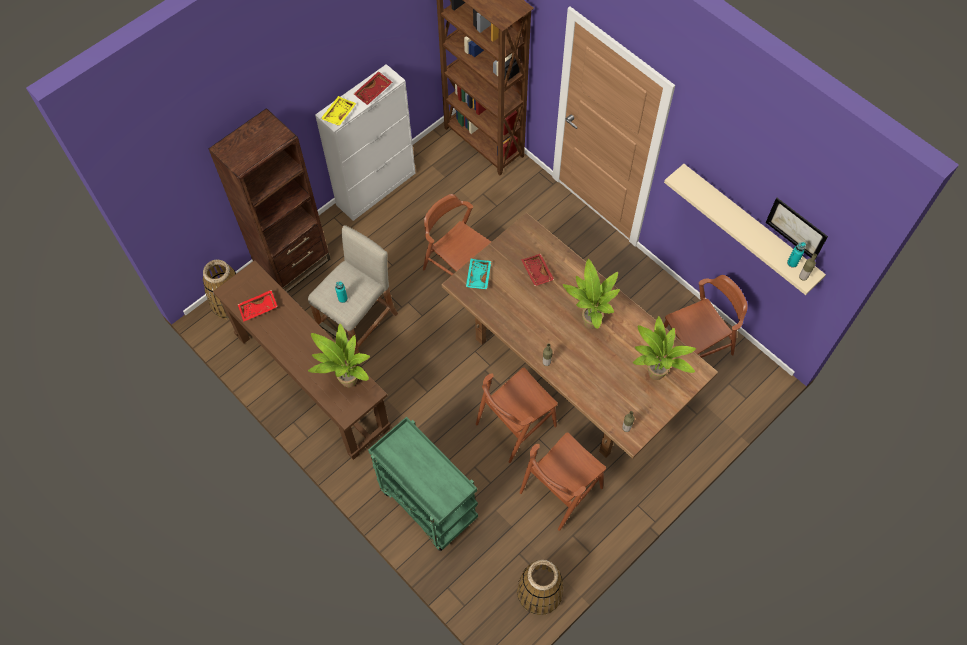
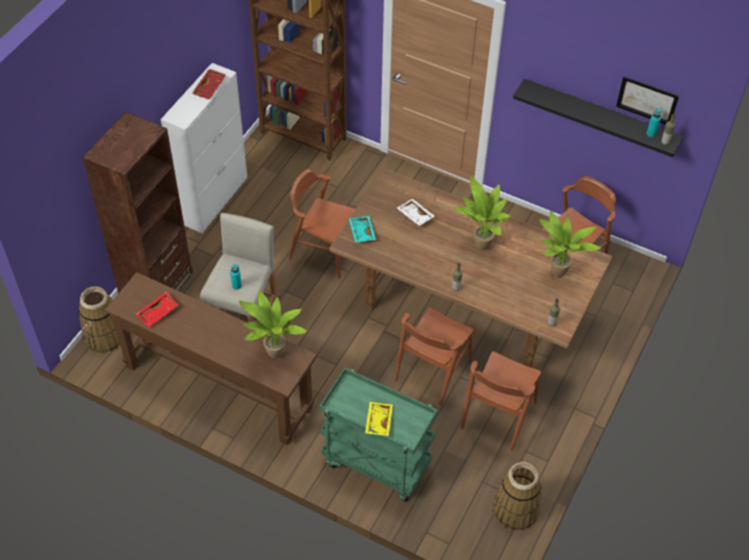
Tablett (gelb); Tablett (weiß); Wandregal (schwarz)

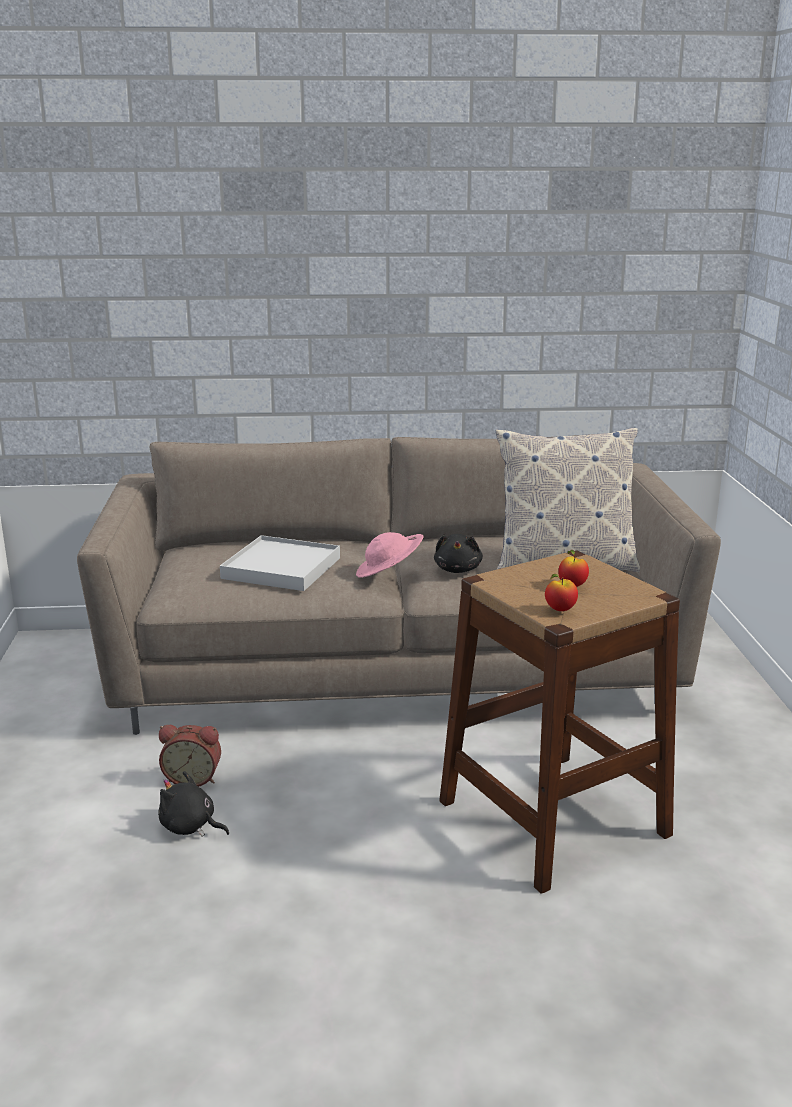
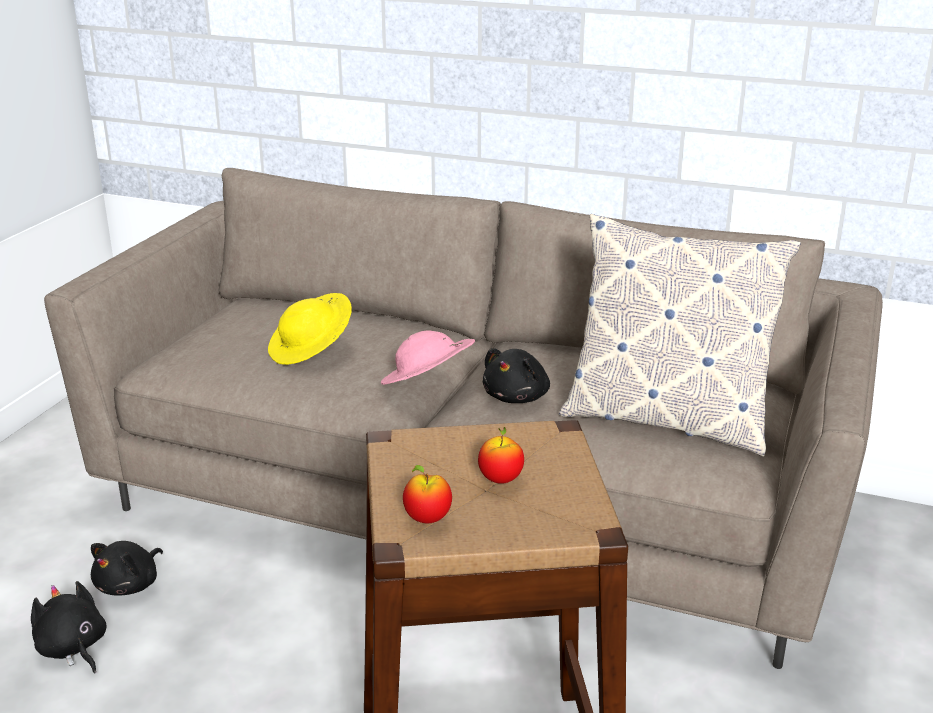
Plüschtier (schwarz) (2nd from left); Hut (gelb)

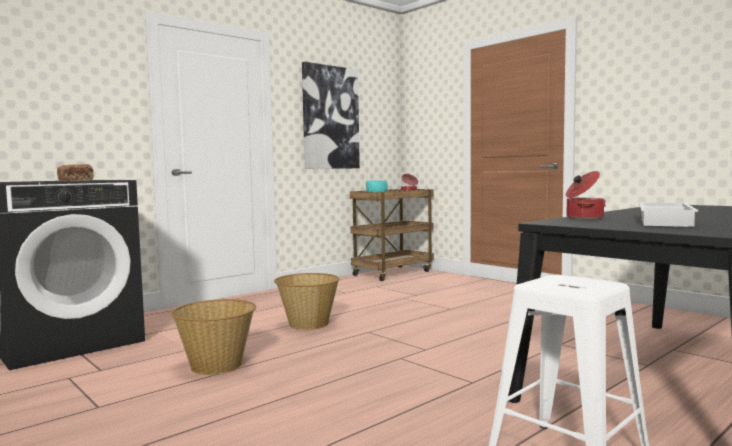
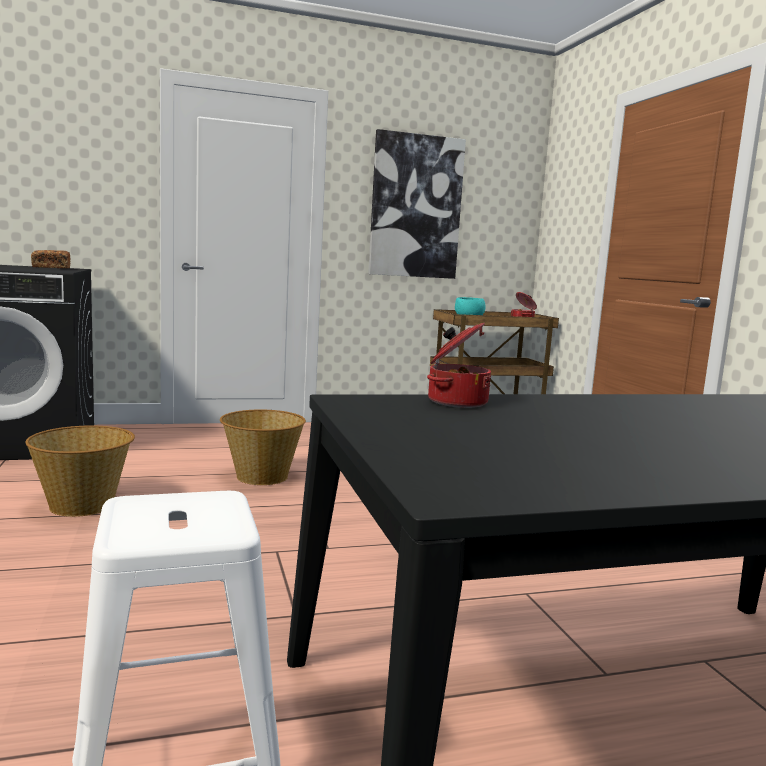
Tablett (weiß)

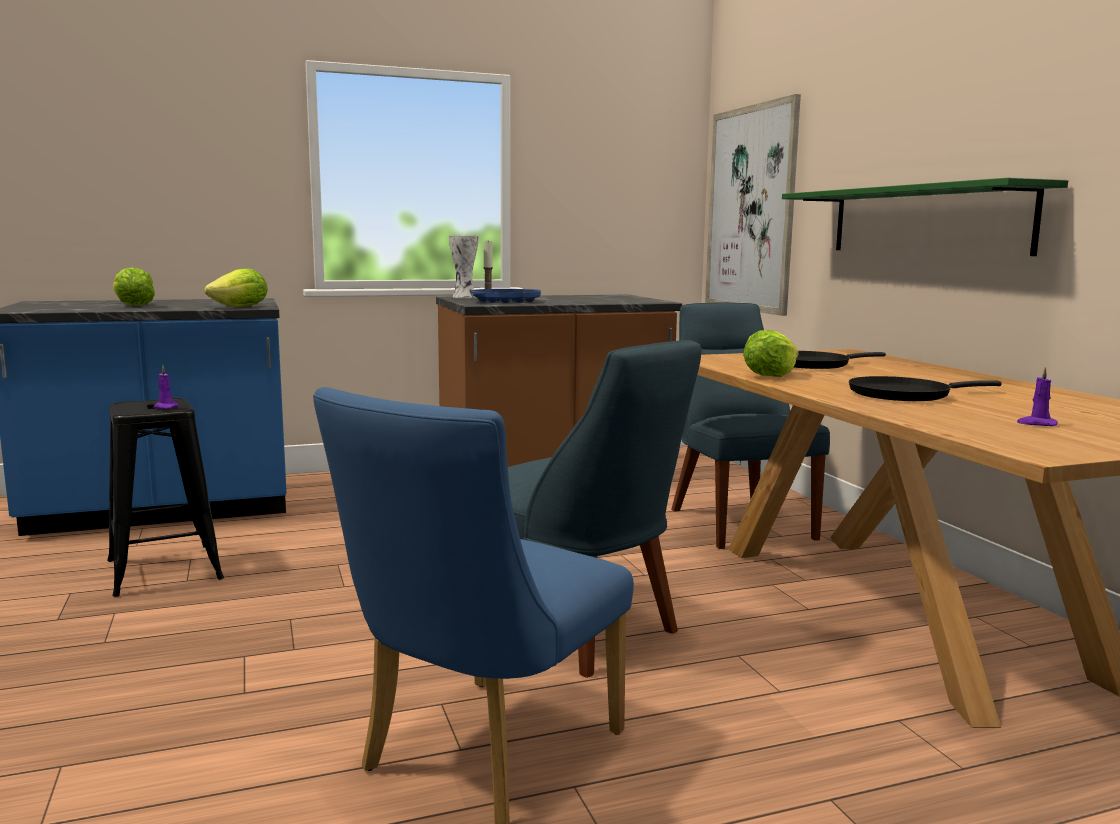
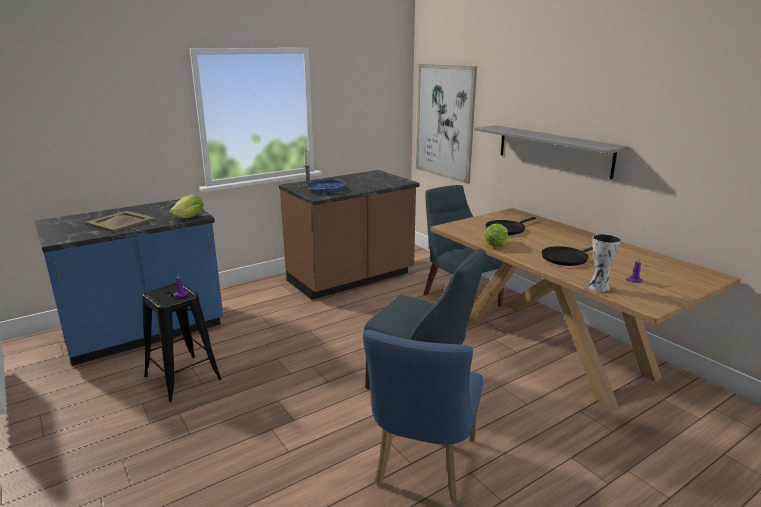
Vase; Tablett (beige); Wandregal (grau)

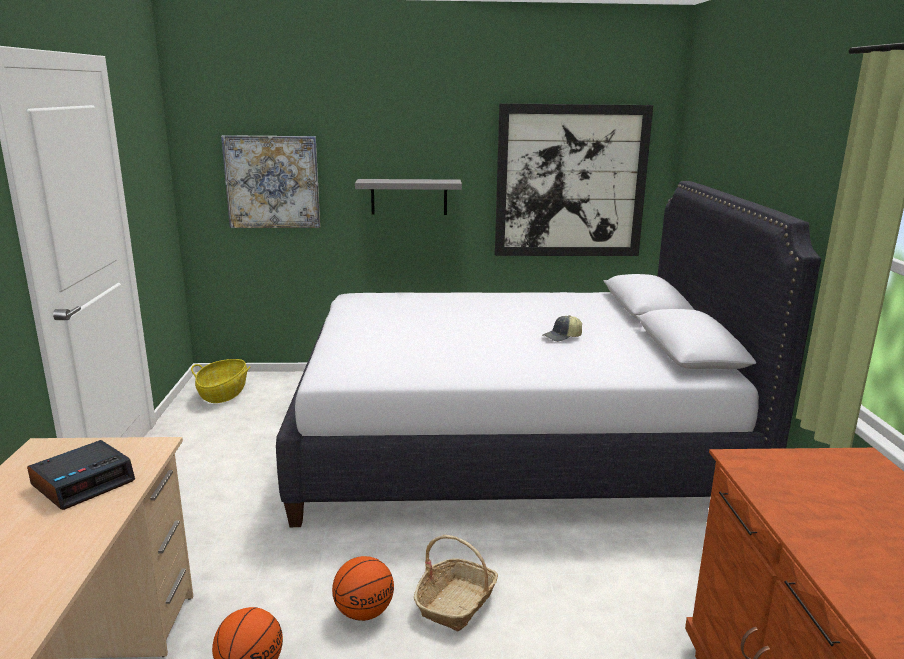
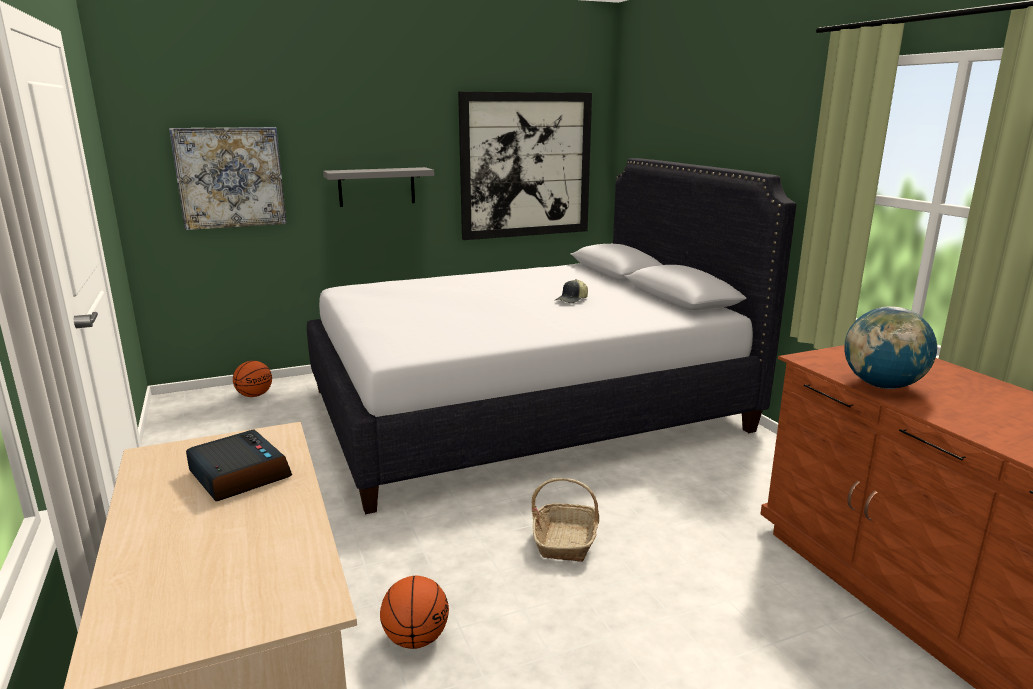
Korb (1st from left in the first image); Globus; Basketball (1st from left); Wecker

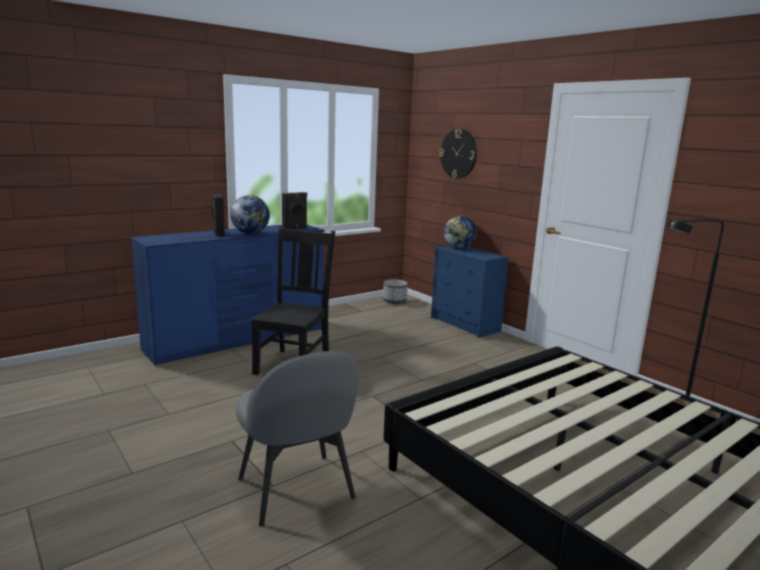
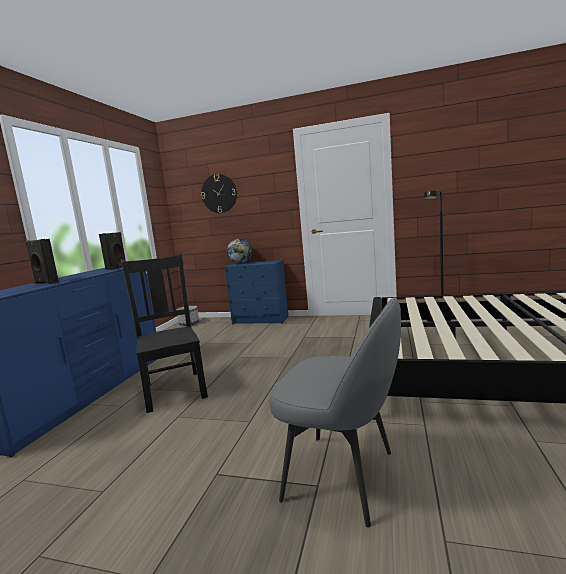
Globus (1st from left in the first image)

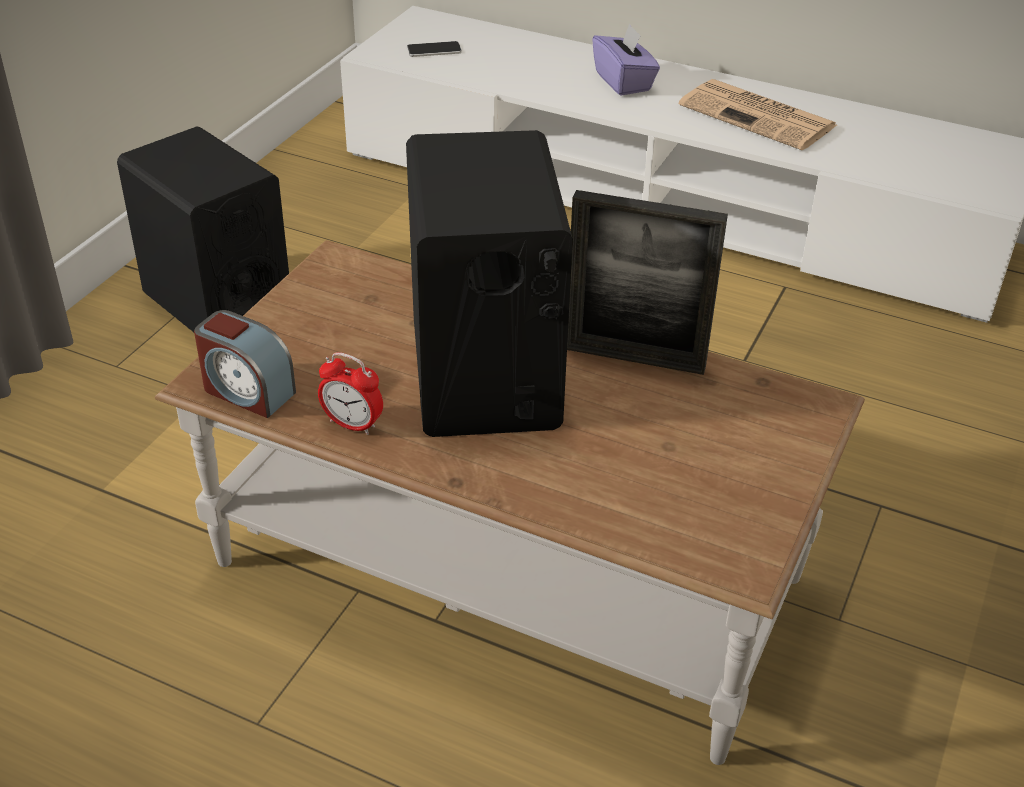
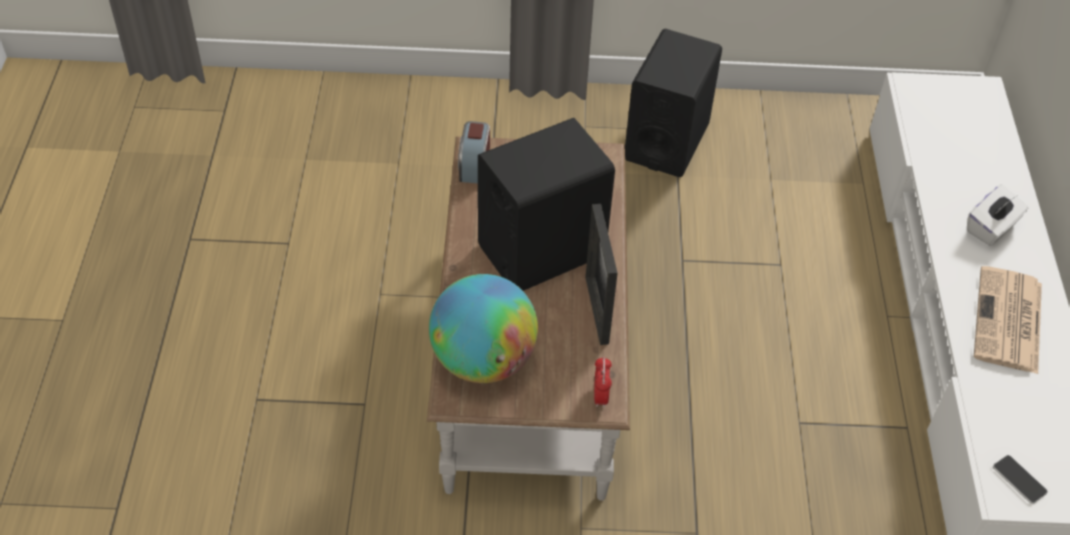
Globus; Wecker (2nd from left); Handy; Taschentuchbox (weiß)

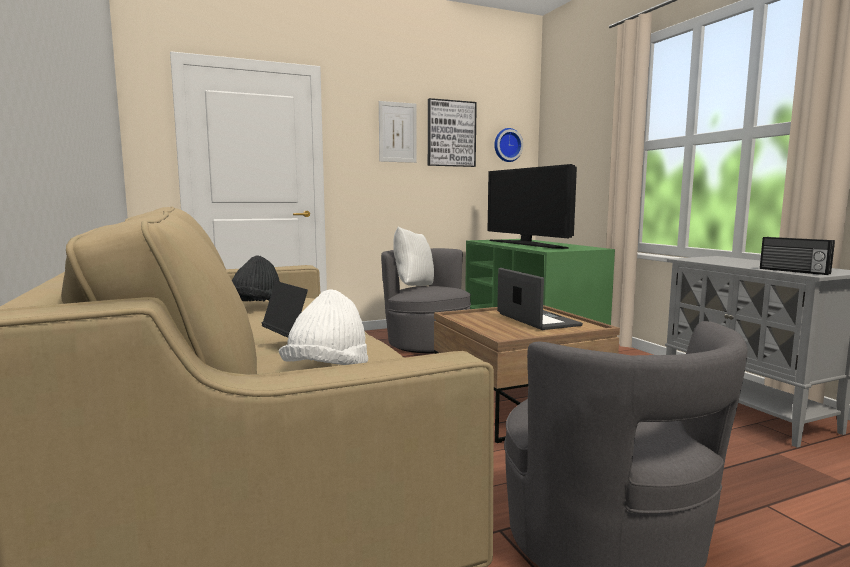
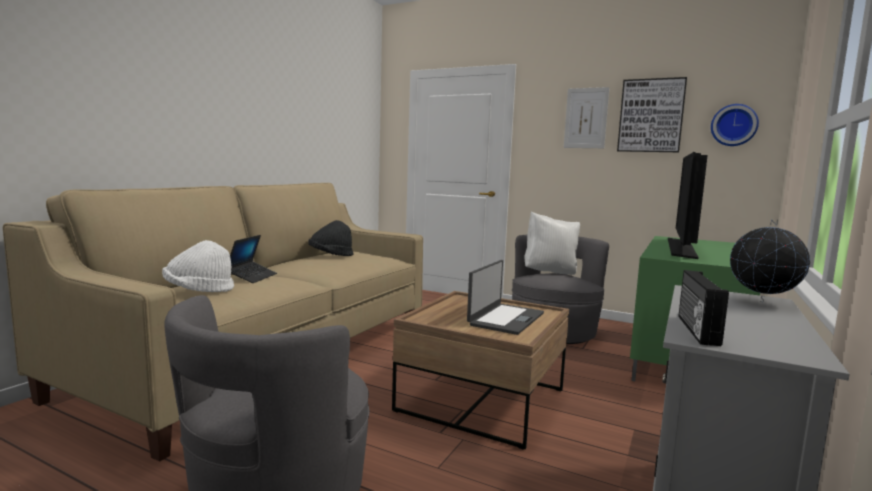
Globus

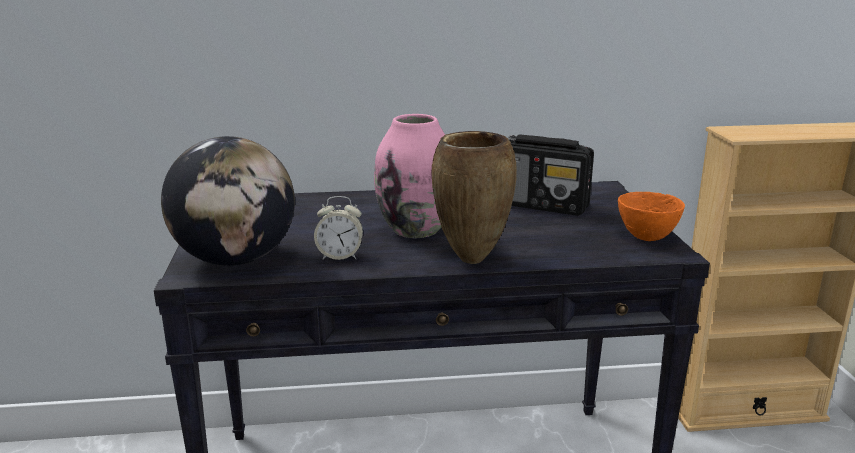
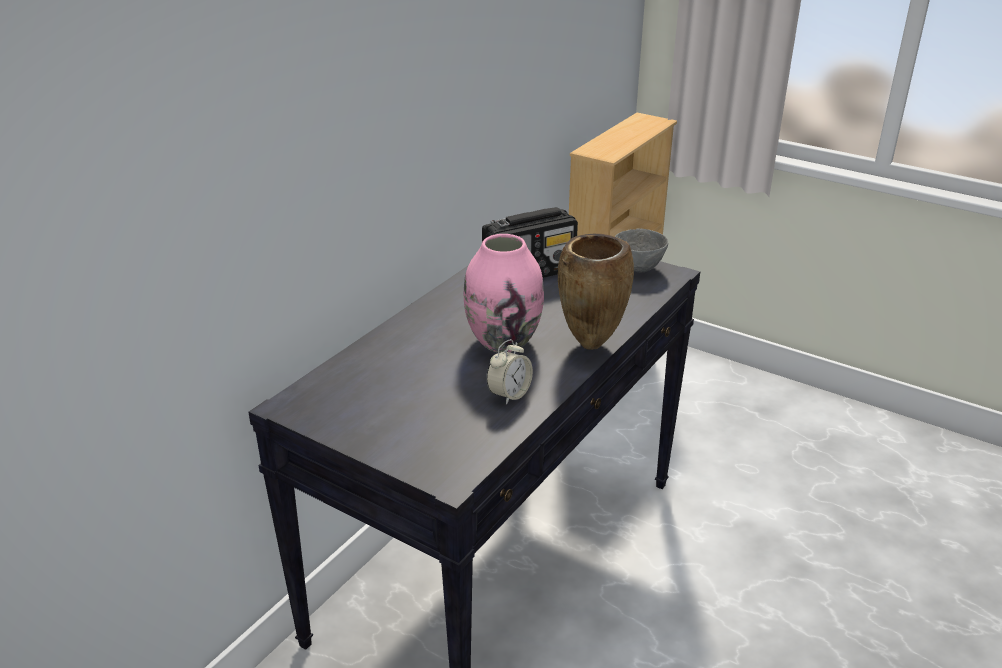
Globus; Schüssel (grau)

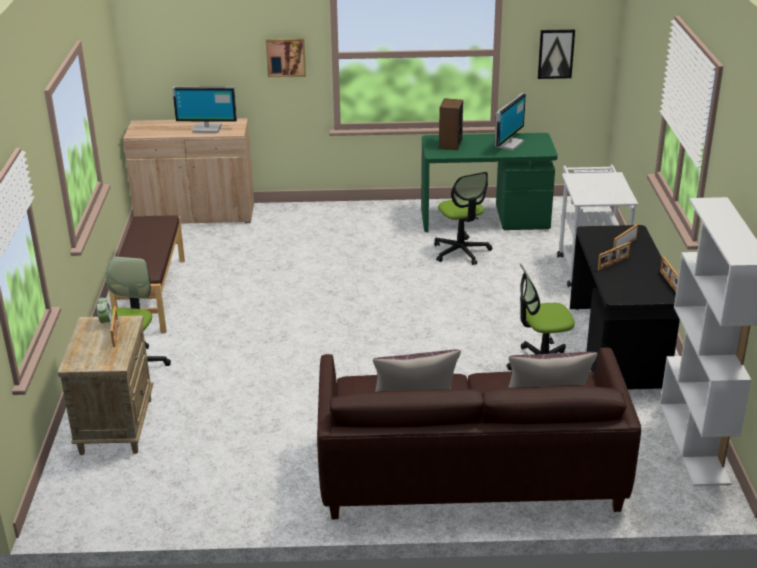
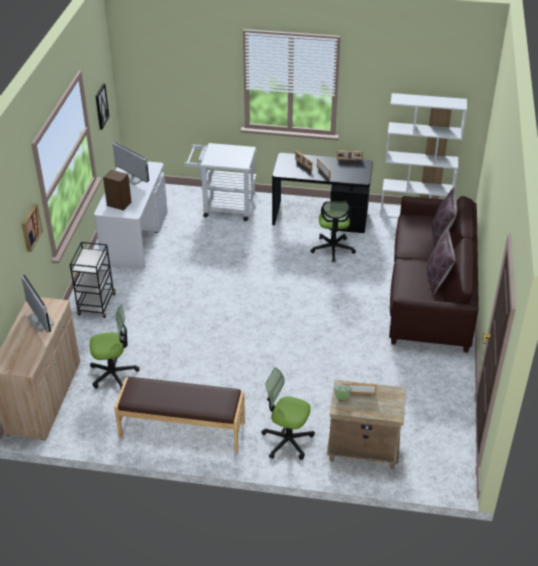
Rollwagen (schwarz); Bürostuhl (1st from left); Schreibtisch (weiß); Monitor (1st from left)

